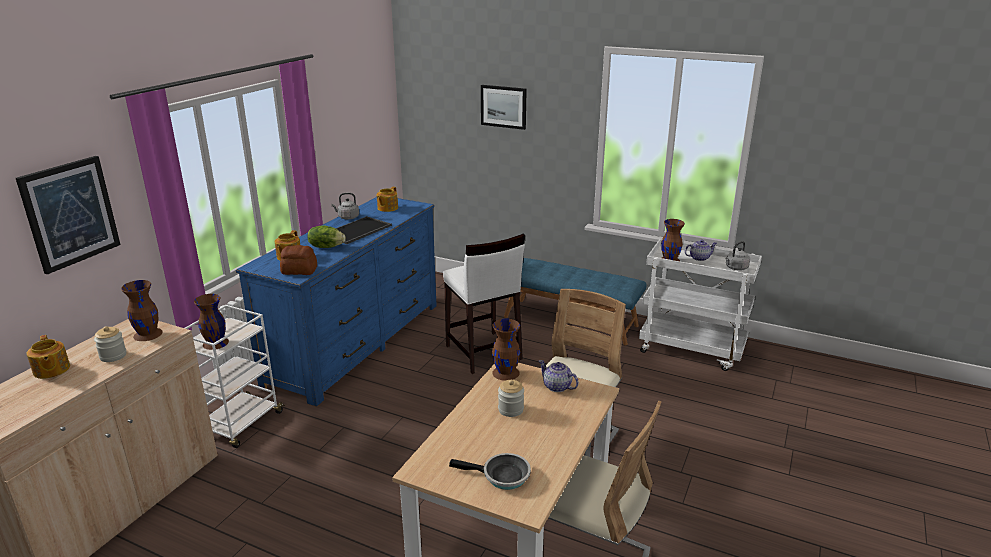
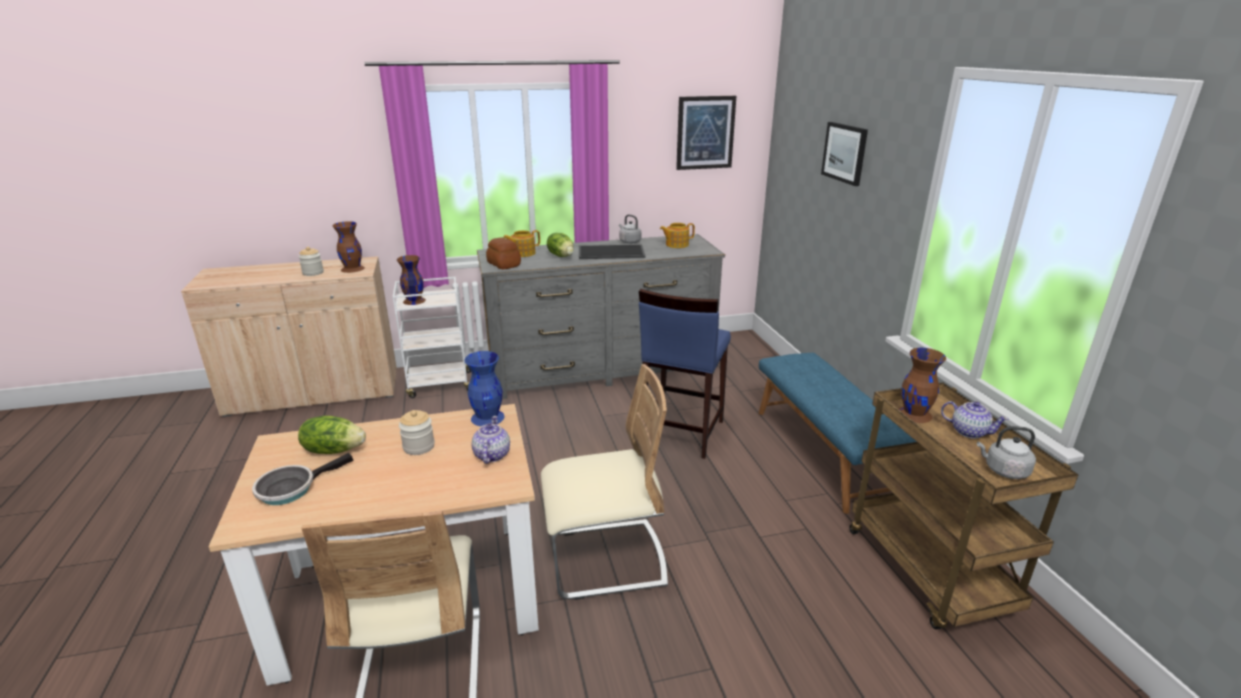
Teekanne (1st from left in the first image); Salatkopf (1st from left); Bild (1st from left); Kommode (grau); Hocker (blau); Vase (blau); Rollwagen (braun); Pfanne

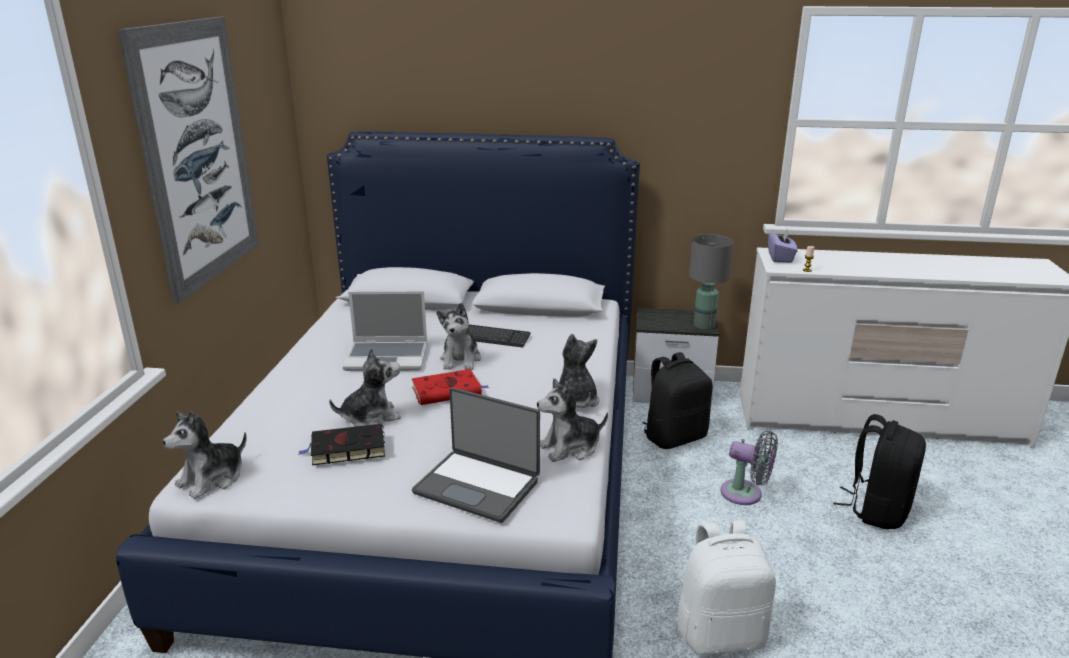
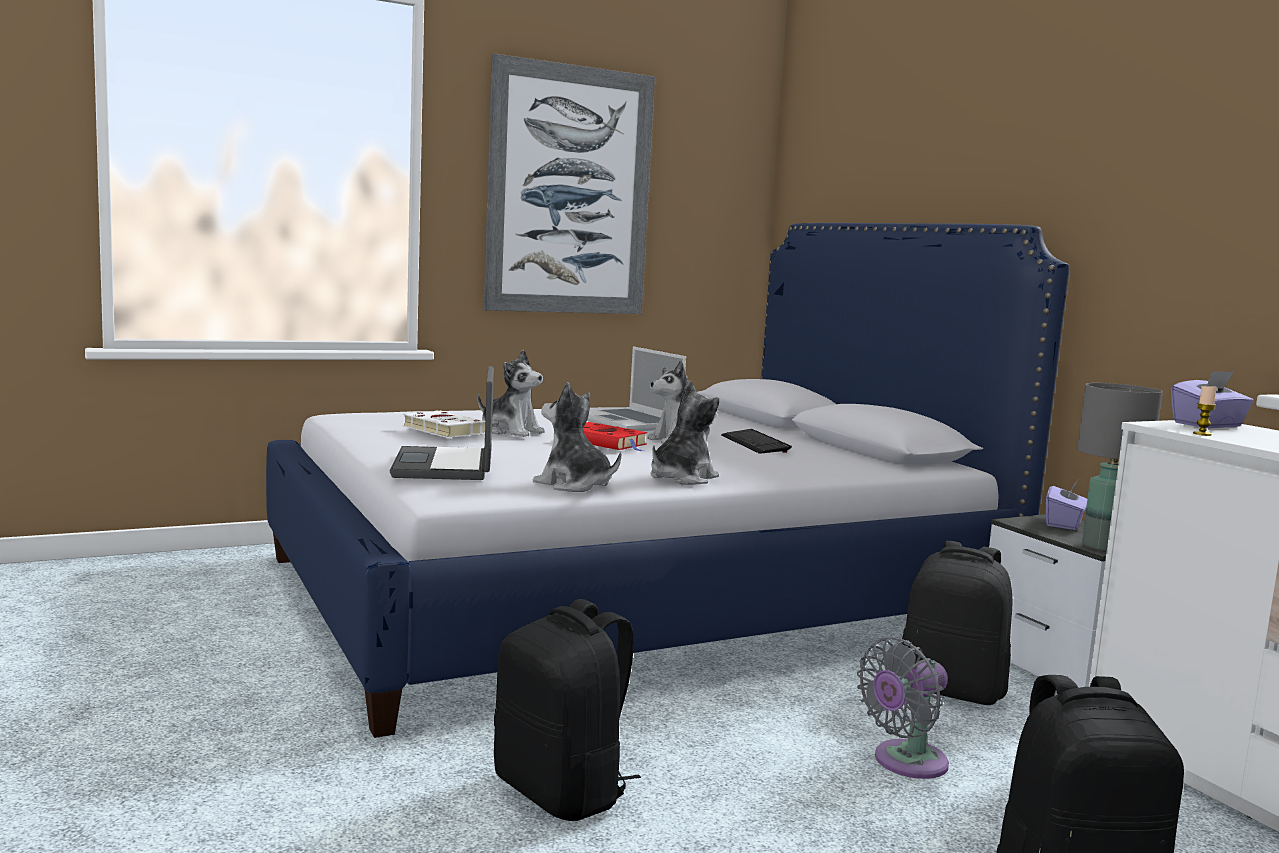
Plüschtier (1st from left in the first image); Taschentuchbox (lila) (1st from left); Buch (weiß); Rucksack (schwarz) (1st from left); Ventilator (grau)

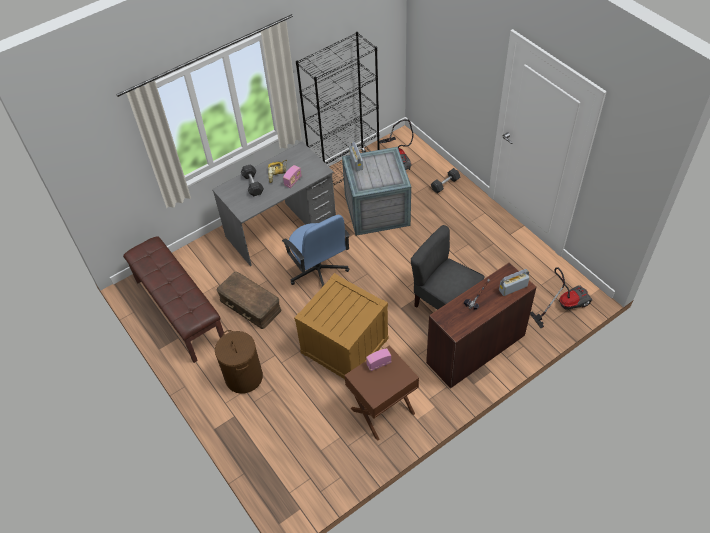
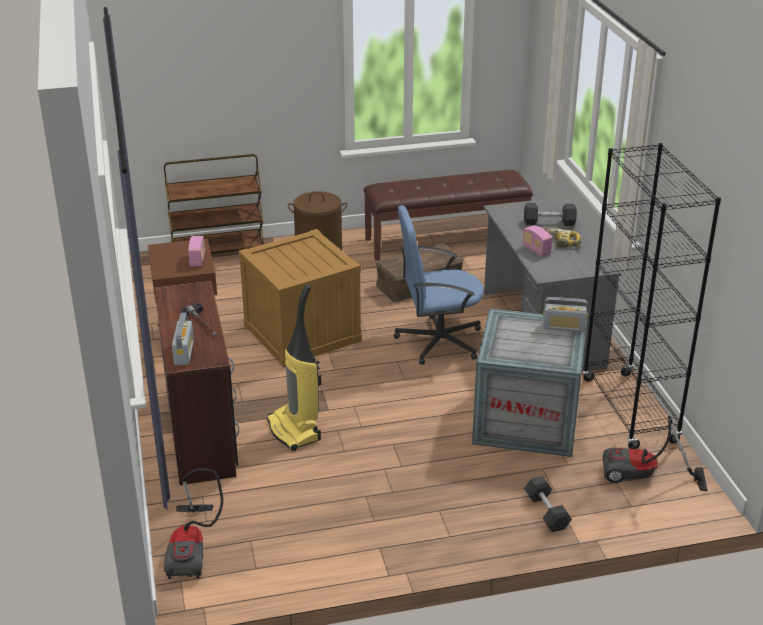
Rollwagen (braun); Staubsauger (2nd from left)

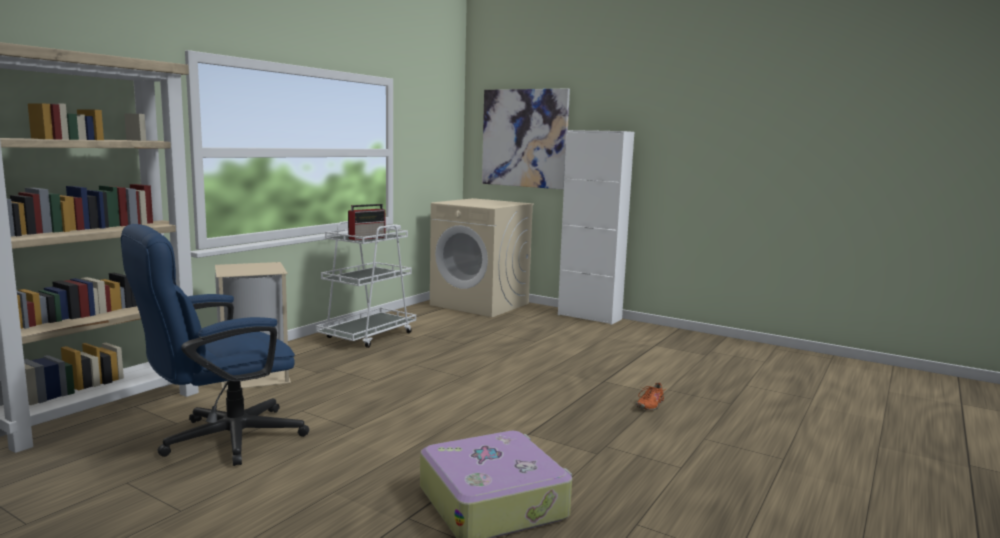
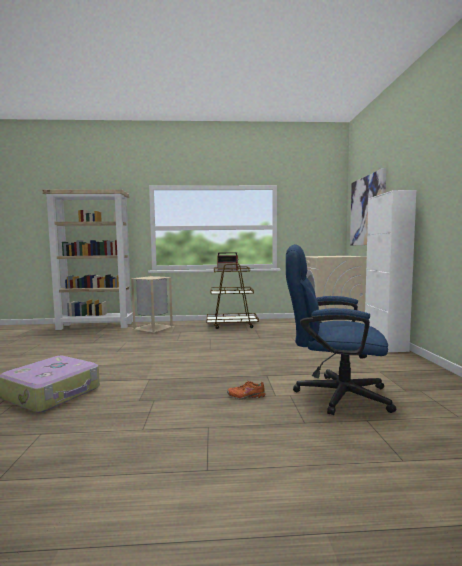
Bürostuhl (blau); Rollwagen (braun)

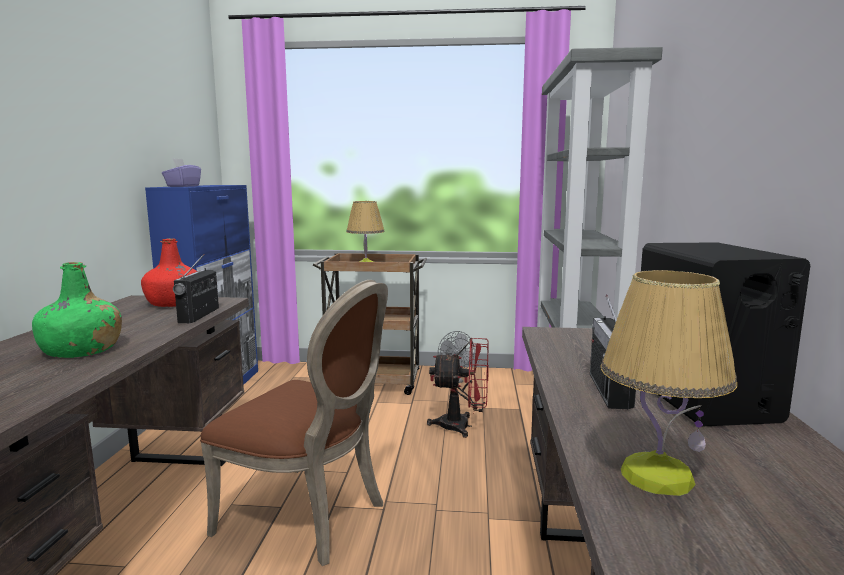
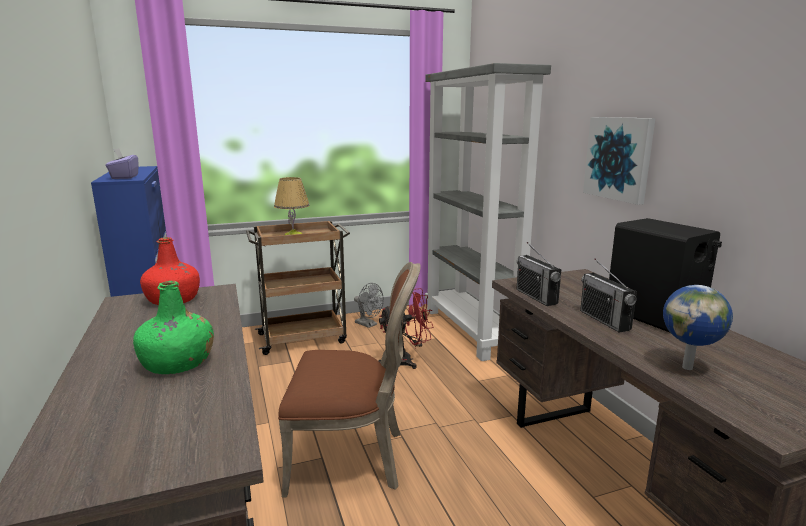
Bild; Radio (1st from left); Globus

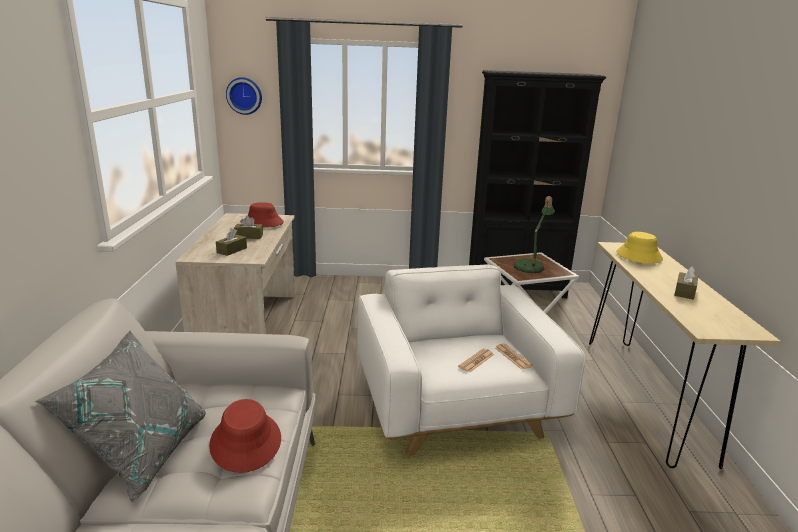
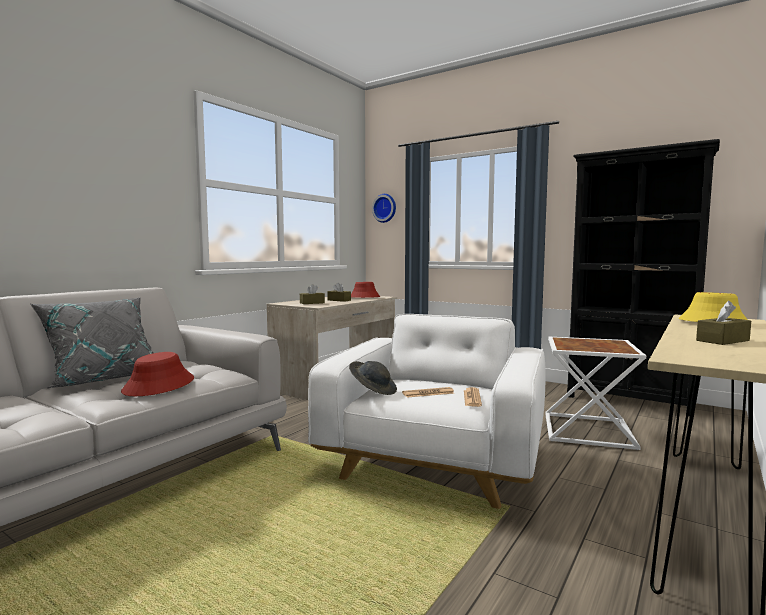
Tischlampe; Hut (grau)

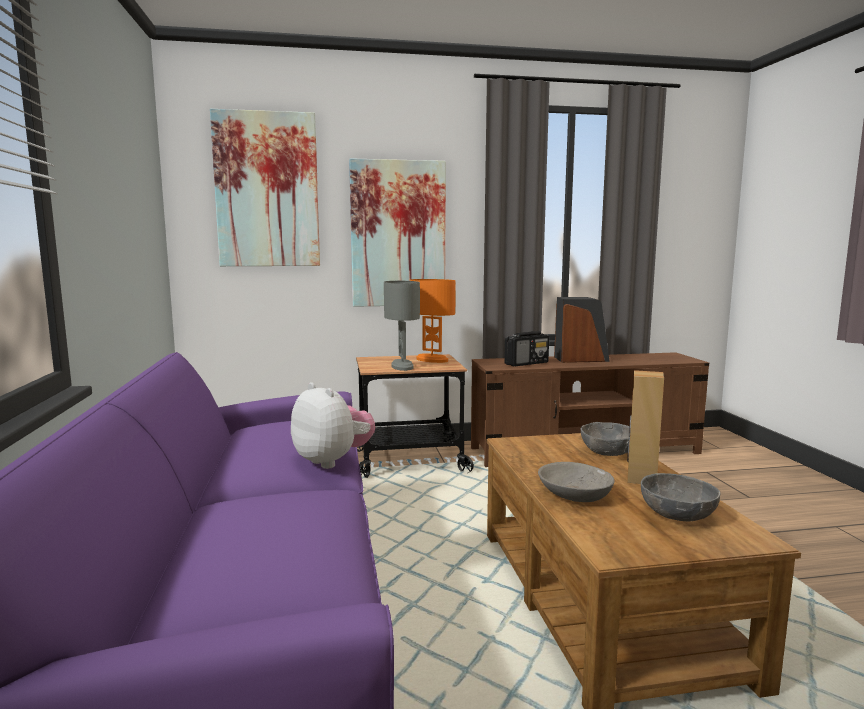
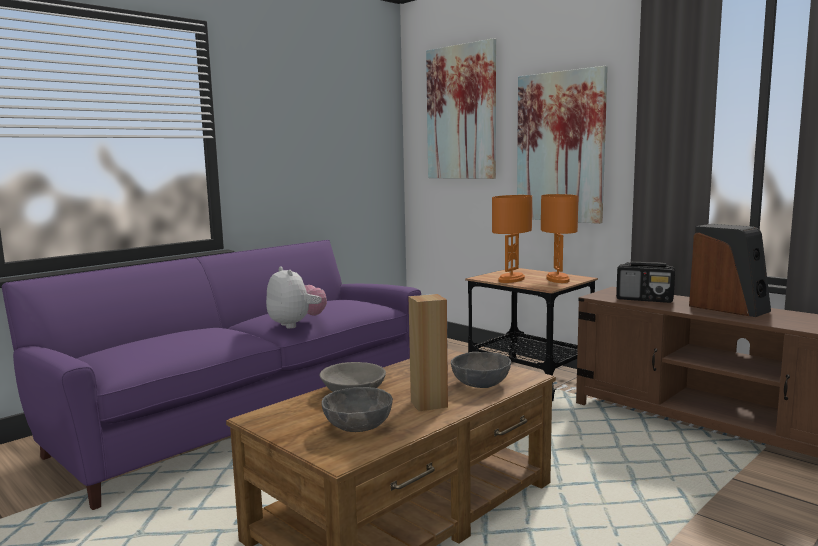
Tischlampe (orange) (1st from left); Plüschtier

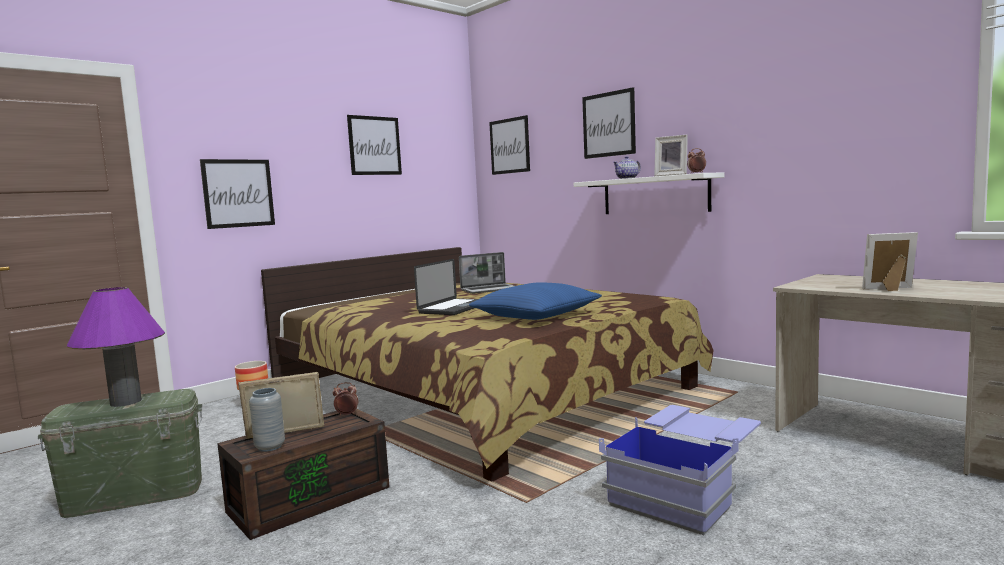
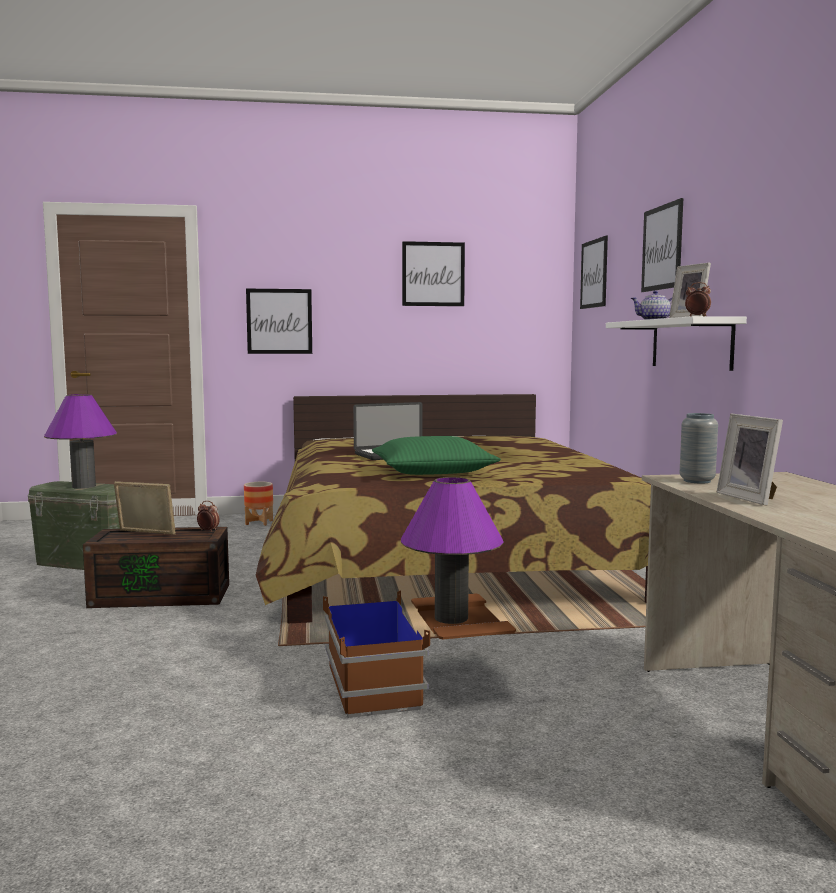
Laptop (2nd from left in the first image); Tischlampe (lila) (2nd from left); Vase (grau); Kissen (grün); Aufbewahrungsbox (braun) (2nd from left); Bilderrahmen (3rd from left)

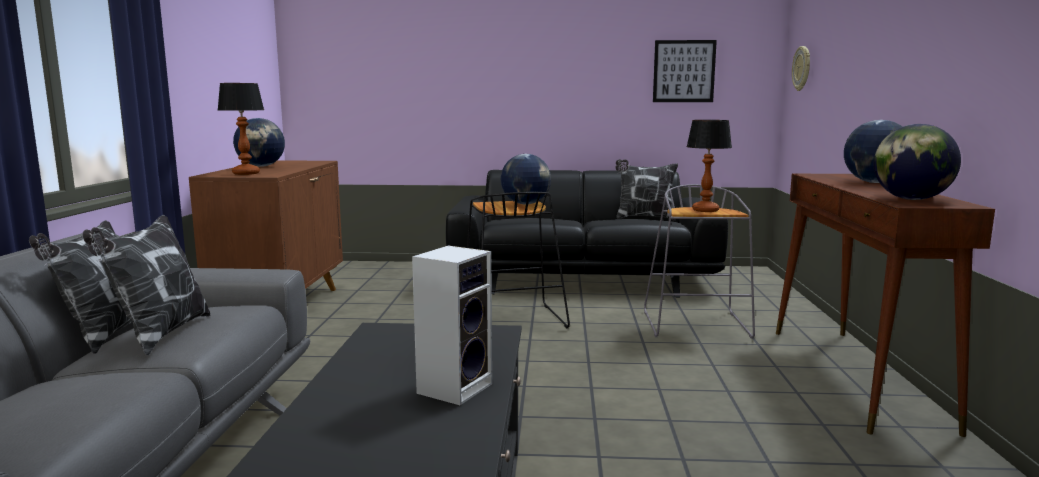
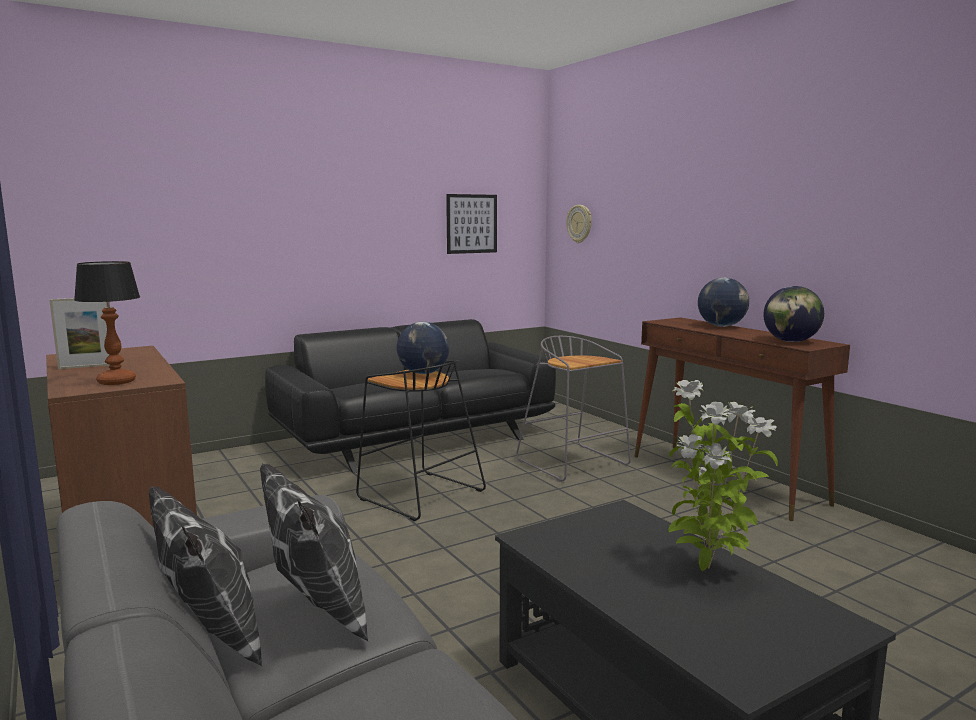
Kissen (3rd from left in the first image); Tischlampe (2nd from left in the first image); Bilderrahmen; Topfpflanze

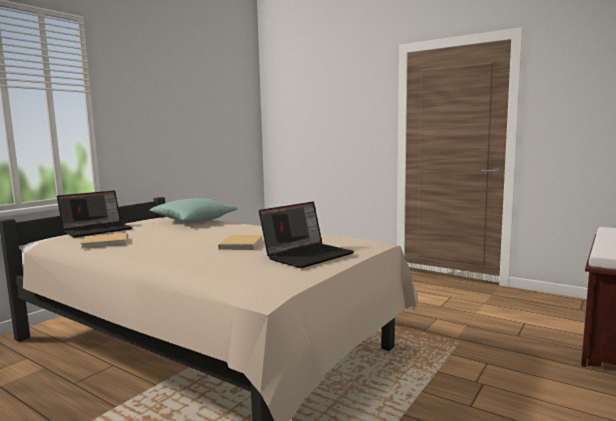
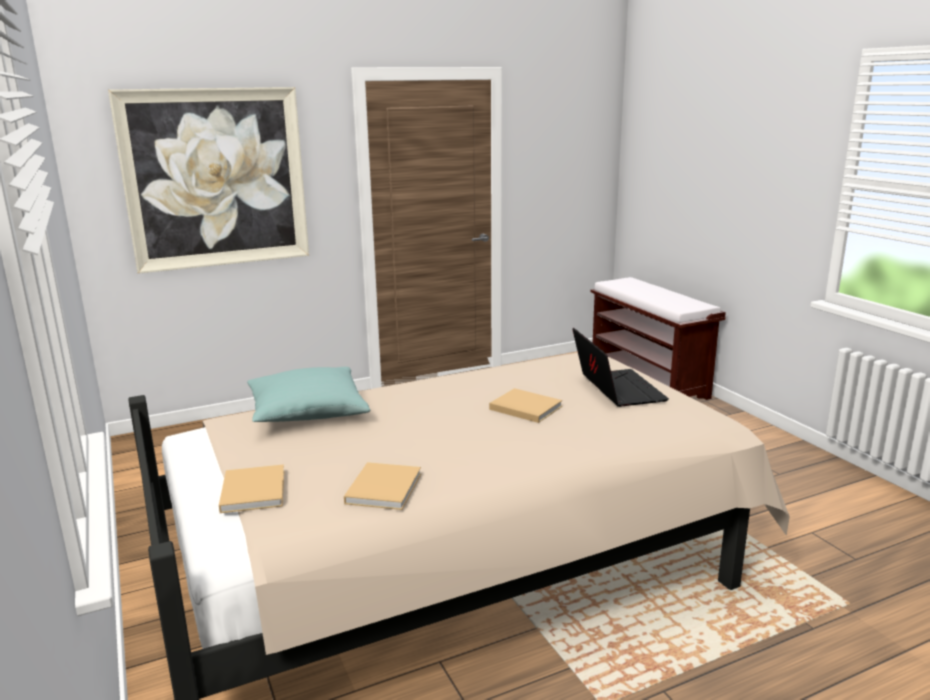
Bild; Buch (beige) (1st from left)

